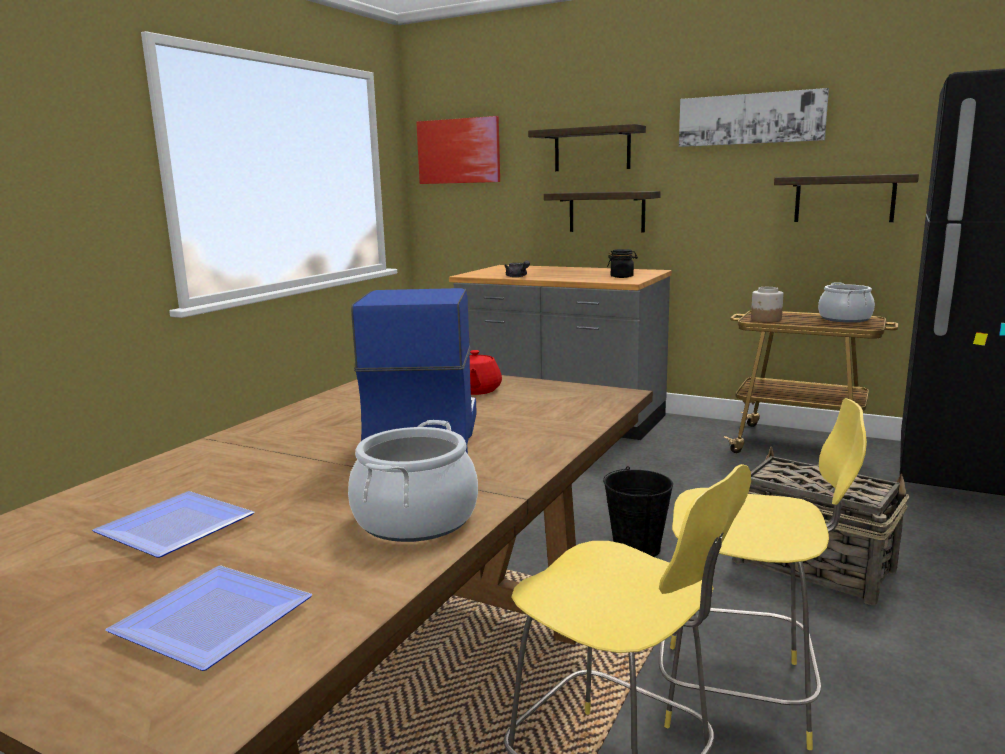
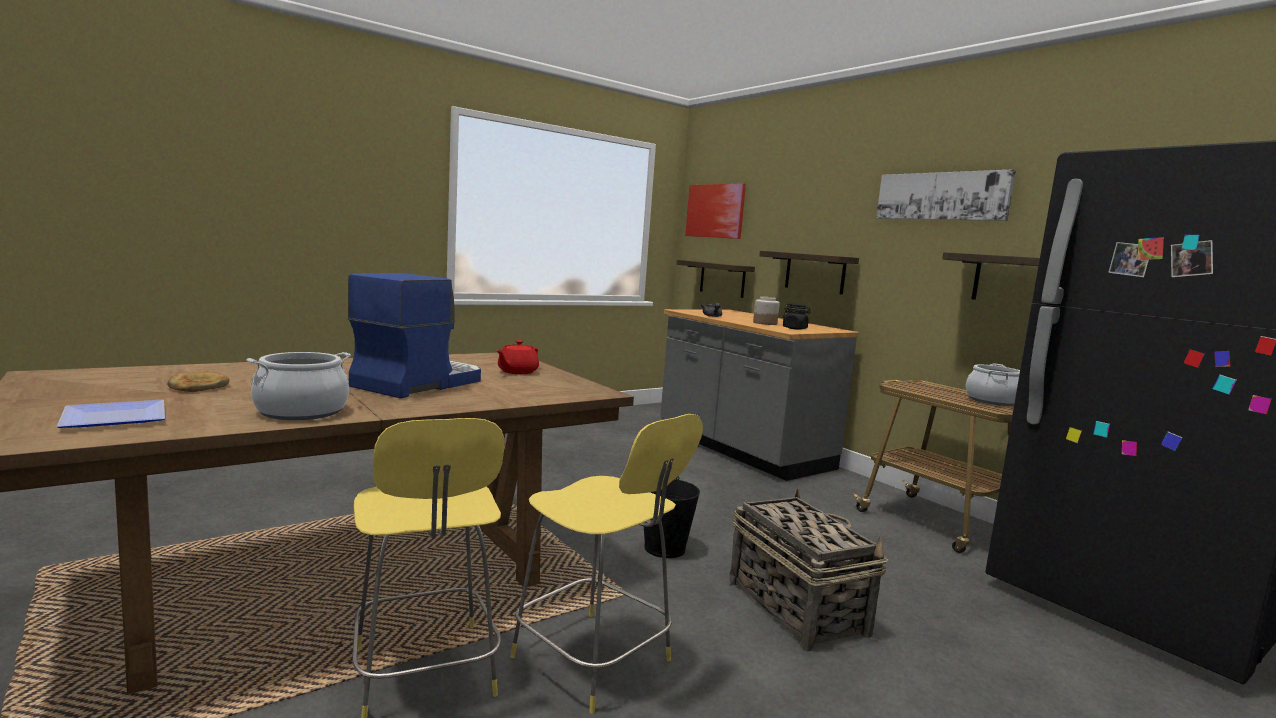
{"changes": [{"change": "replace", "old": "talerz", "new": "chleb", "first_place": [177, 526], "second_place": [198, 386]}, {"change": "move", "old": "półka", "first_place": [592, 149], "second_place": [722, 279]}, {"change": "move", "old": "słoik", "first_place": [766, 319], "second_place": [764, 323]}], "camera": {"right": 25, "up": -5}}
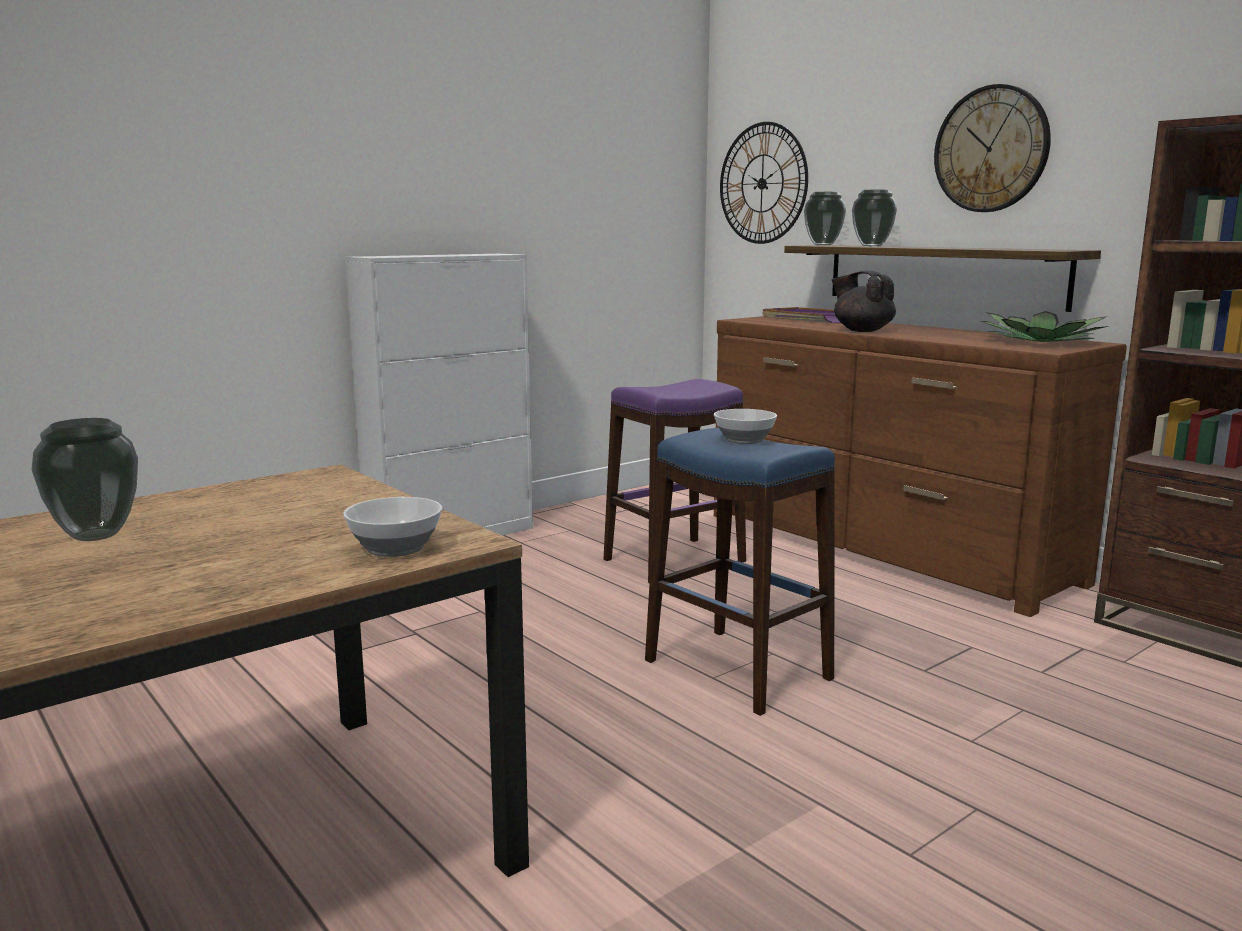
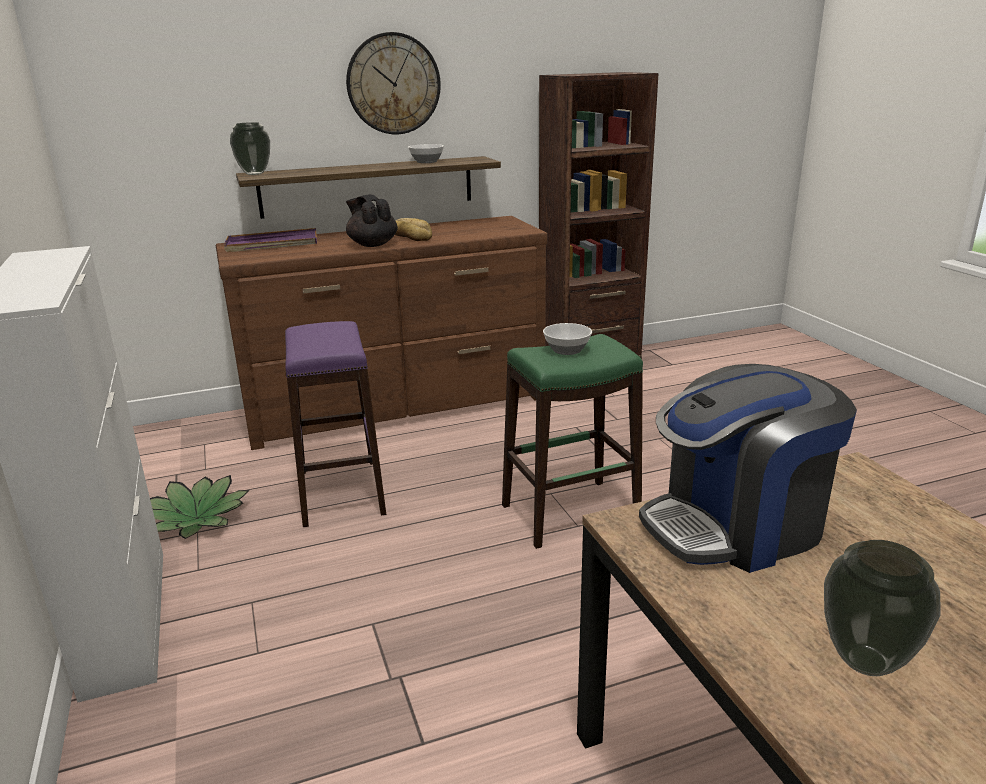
{"changes": [{"change": "move", "old": "roślina doniczkowa", "first_place": [1041, 341], "second_place": [196, 518]}, {"change": "rotate", "old": "imbryk [czarny]", "first_place": [862, 330], "second_place": [372, 244], "degrees": 75}, {"change": "insert", "new": "chleb", "second_place": [409, 236]}, {"change": "move", "old": "miska", "first_place": [396, 548], "second_place": [426, 162]}, {"change": "recolor", "old": "stołek [niebieski]", "new": "stołek [zielony]", "first_place": [738, 670], "second_place": [570, 512]}, {"change": "insert", "new": "ekspres do kawy", "second_place": [736, 526]}, {"change": "delete", "old": "zegar ścienny", "first_place": [762, 183]}, {"change": "delete", "old": "wazon", "first_place": [872, 246]}], "camera": {"right": -70, "up": 10}}
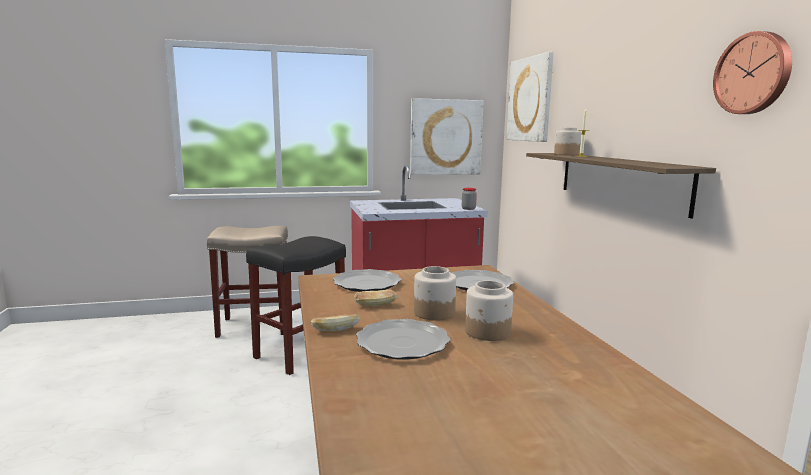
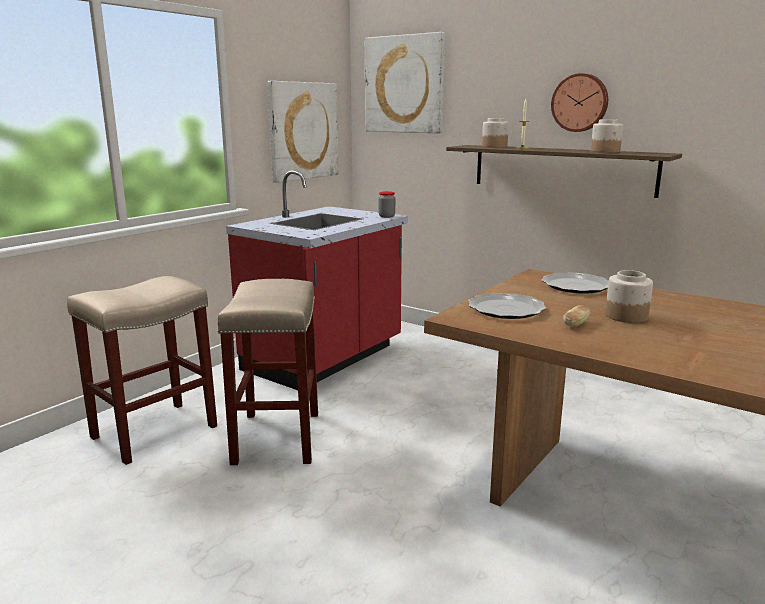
{"changes": [{"change": "recolor", "old": "stołek [czarny]", "new": "stołek [beżowy]", "first_place": [301, 352], "second_place": [276, 437]}, {"change": "move", "old": "zegar ścienny", "first_place": [753, 73], "second_place": [580, 102]}, {"change": "move", "old": "słoik", "first_place": [488, 332], "second_place": [605, 151]}, {"change": "delete", "old": "chleb", "first_place": [335, 330]}, {"change": "delete", "old": "talerz", "first_place": [402, 343]}], "camera": {"right": -40, "up": 5}}
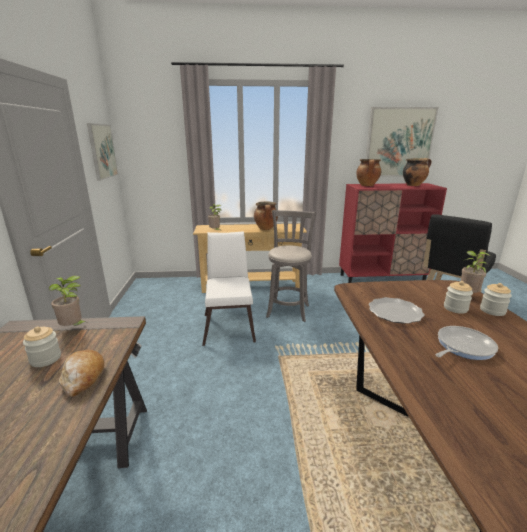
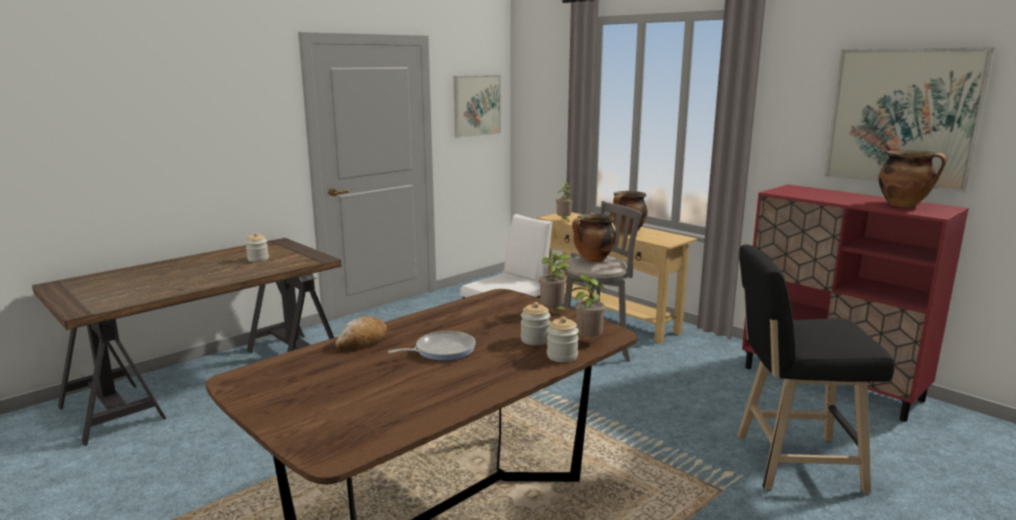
{"changes": [{"change": "move", "old": "chleb", "first_place": [83, 377], "second_place": [362, 341]}, {"change": "rotate", "old": "patelnia", "first_place": [462, 346], "second_place": [442, 350], "degrees": -45}, {"change": "move", "old": "roślina doniczkowa", "first_place": [73, 328], "second_place": [553, 312]}, {"change": "move", "old": "garnek", "first_place": [367, 185], "second_place": [593, 260]}, {"change": "delete", "old": "talerz", "first_place": [394, 312]}], "camera": {"right": 50, "up": -5}}
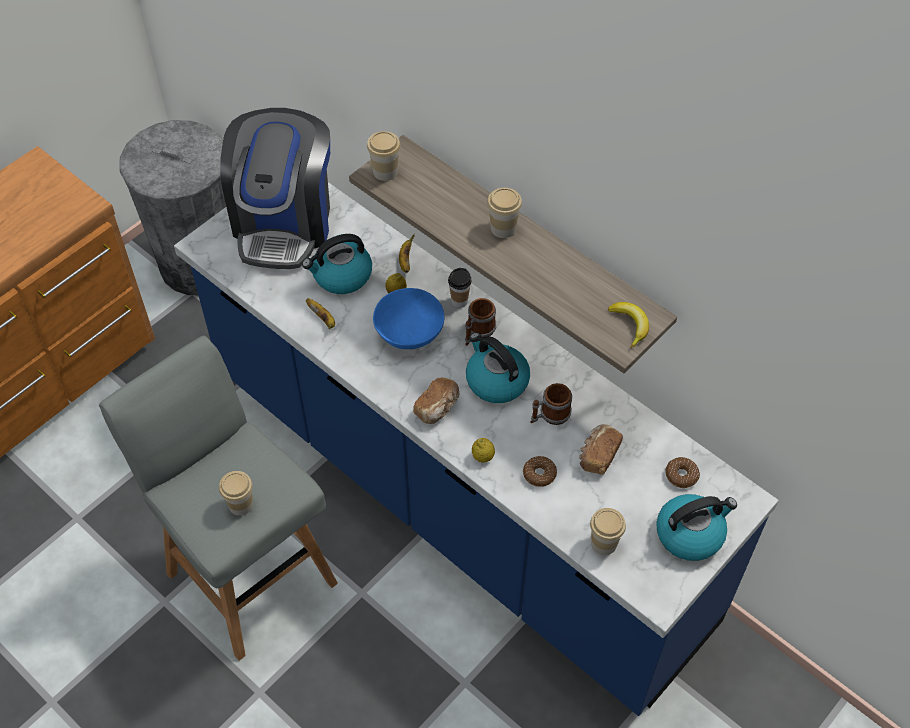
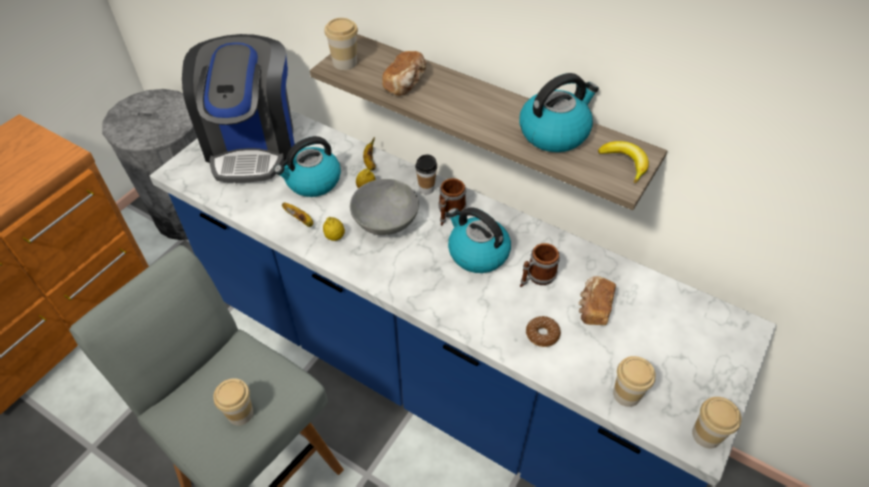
{"changes": [{"change": "move", "old": "cytryna", "first_place": [483, 457], "second_place": [335, 237]}, {"change": "recolor", "old": "miska [niebieski]", "new": "miska [szary]", "first_place": [409, 333], "second_place": [386, 222]}, {"change": "move", "old": "chleb", "first_place": [438, 408], "second_place": [406, 84]}, {"change": "move", "old": "czajnik", "first_place": [690, 533], "second_place": [554, 132]}, {"change": "move", "old": "filiżanka", "first_place": [503, 228], "second_place": [706, 435]}, {"change": "delete", "old": "donut", "first_place": [681, 475]}], "camera": {"right": -10, "up": -5}}
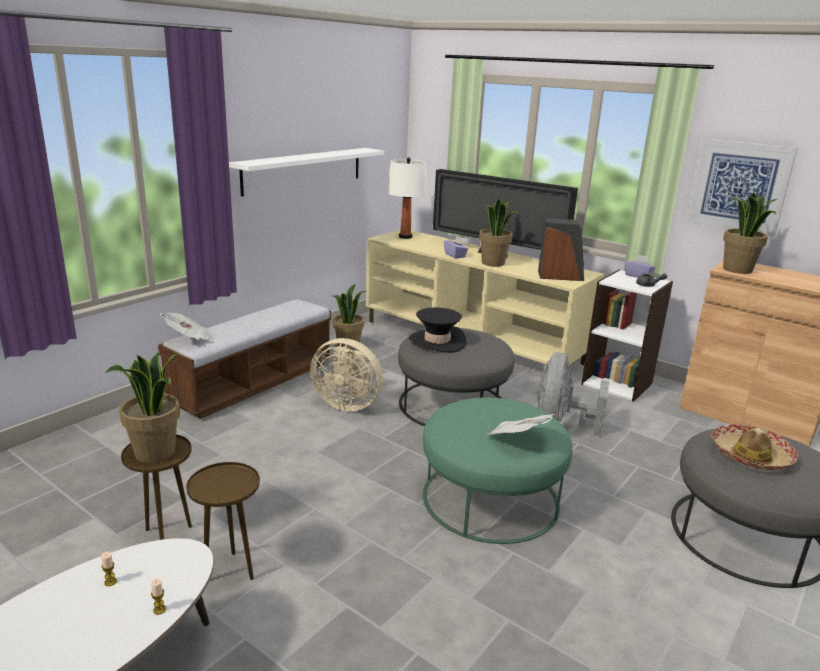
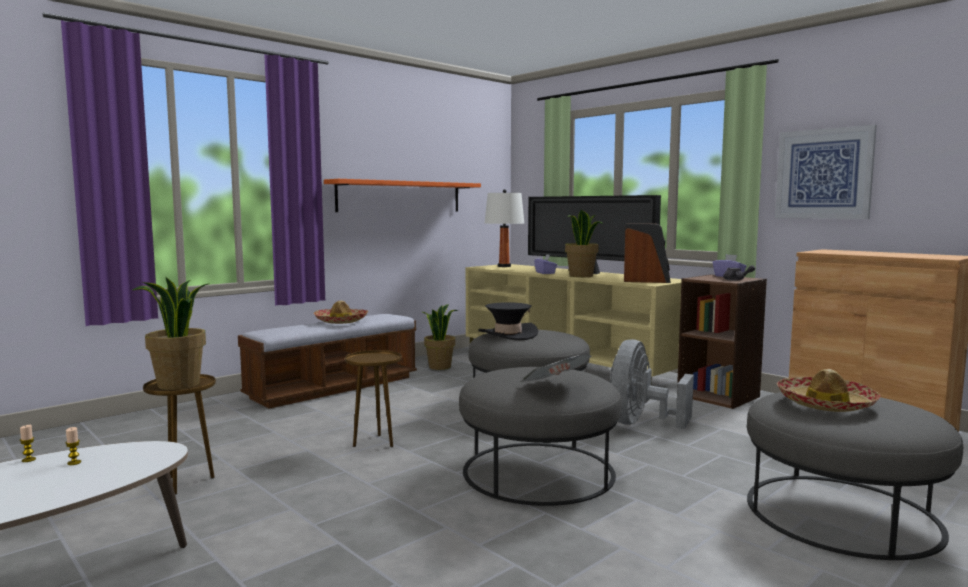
{"changes": [{"change": "move", "old": "świeca", "first_place": [159, 610], "second_place": [28, 460]}, {"change": "insert", "new": "kapelusz", "second_place": [341, 321]}, {"change": "recolor", "old": "półka [biały]", "new": "półka [pomarańczowy]", "first_place": [304, 170], "second_place": [400, 196]}, {"change": "move", "old": "stolik [brązowy]", "first_place": [230, 570], "second_place": [375, 442]}, {"change": "recolor", "old": "pufa [zielony]", "new": "pufa [szary]", "first_place": [490, 498], "second_place": [539, 471]}, {"change": "recolor", "old": "regał [biały]", "new": "regał [brązowy]", "first_place": [617, 383], "second_place": [718, 396]}, {"change": "delete", "old": "gazeta", "first_place": [190, 339]}, {"change": "delete", "old": "wentylator [beżowy]", "first_place": [347, 403]}, {"change": "delete", "old": "roślina doniczkowa", "first_place": [737, 270]}], "camera": {"right": 10, "up": -15}}
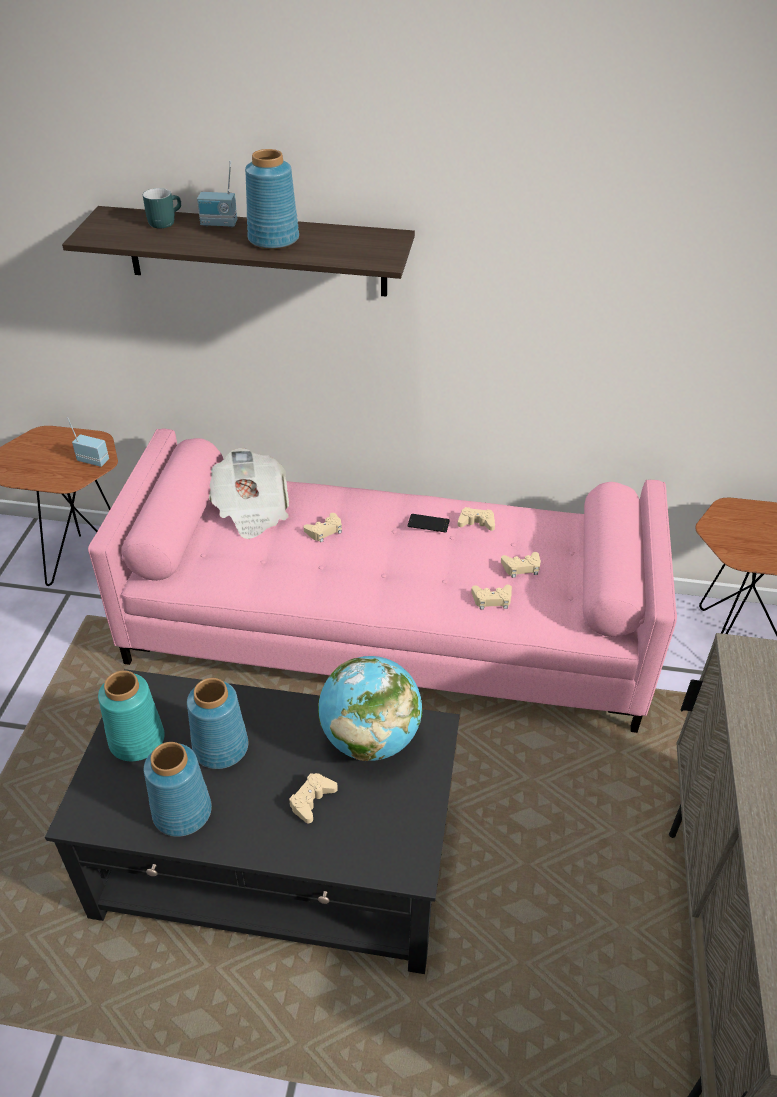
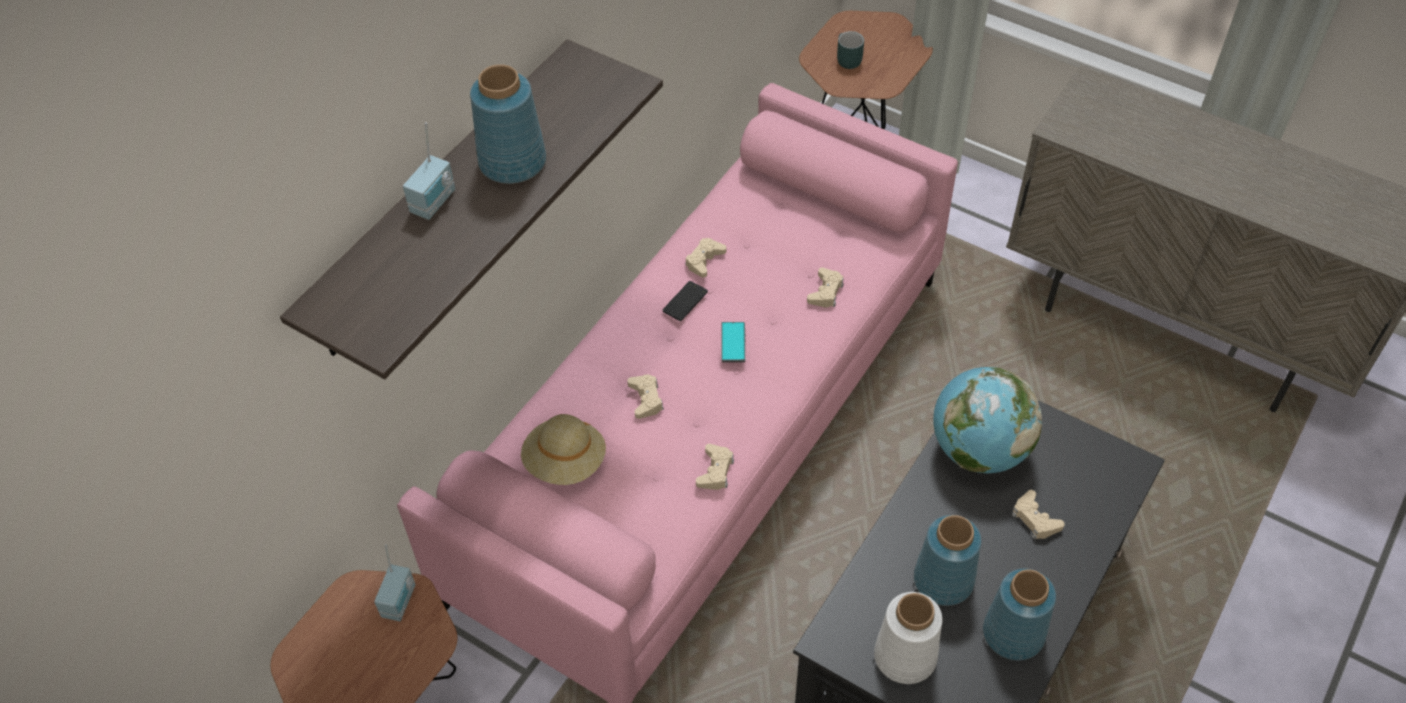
{"changes": [{"change": "rotate", "old": "radio", "first_place": [94, 460], "second_place": [400, 601], "degrees": 150}, {"change": "replace", "old": "gazeta", "new": "kapelusz [beżowy]", "first_place": [251, 511], "second_place": [565, 462]}, {"change": "move", "old": "pad do gier [beżowy]", "first_place": [521, 567], "second_place": [715, 471]}, {"change": "insert", "new": "telefon", "second_place": [733, 342]}, {"change": "move", "old": "kubek [turkusowy]", "first_place": [164, 221], "second_place": [845, 59]}, {"change": "recolor", "old": "wazon [turkusowy]", "new": "wazon [biały]", "first_place": [137, 740], "second_place": [906, 656]}], "camera": {"right": -65, "up": 10}}
